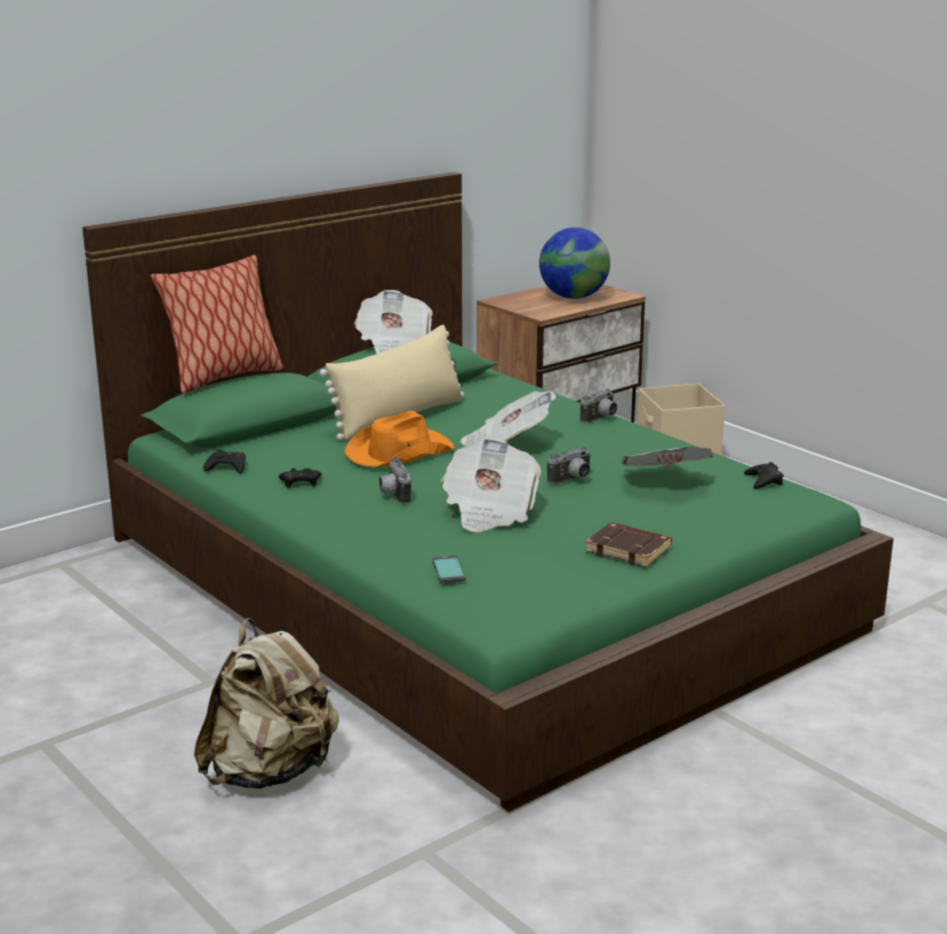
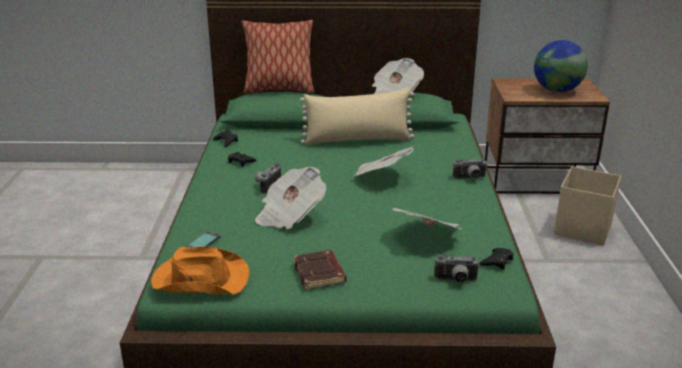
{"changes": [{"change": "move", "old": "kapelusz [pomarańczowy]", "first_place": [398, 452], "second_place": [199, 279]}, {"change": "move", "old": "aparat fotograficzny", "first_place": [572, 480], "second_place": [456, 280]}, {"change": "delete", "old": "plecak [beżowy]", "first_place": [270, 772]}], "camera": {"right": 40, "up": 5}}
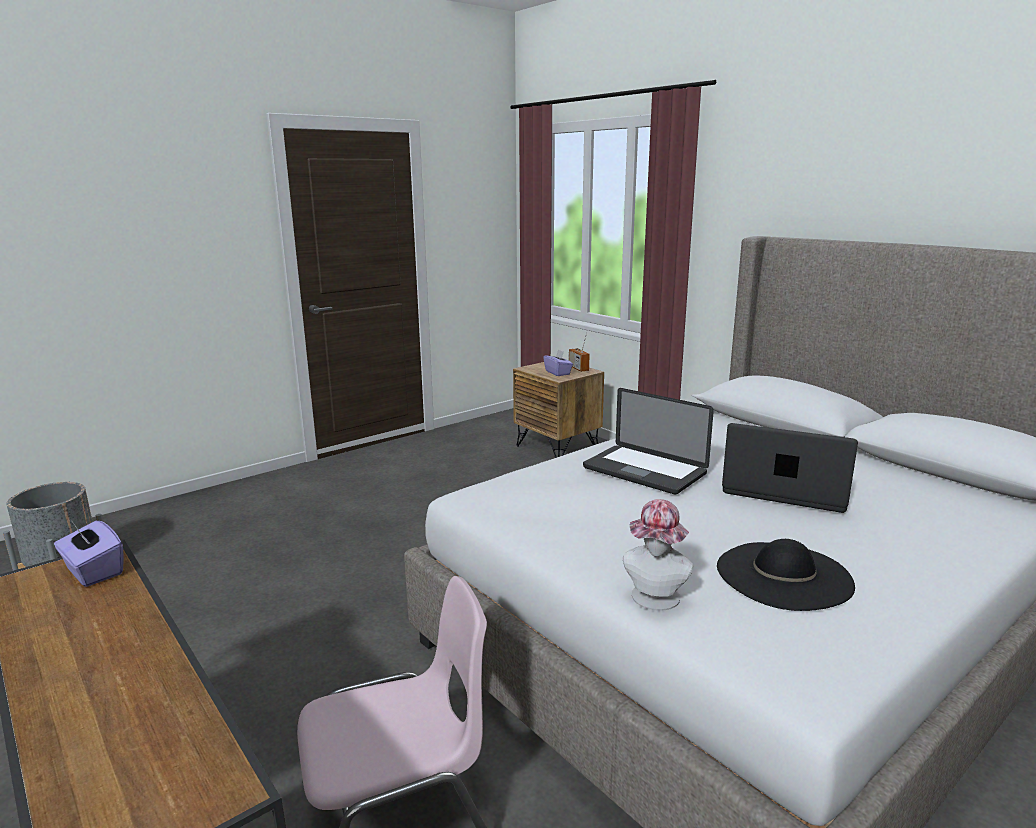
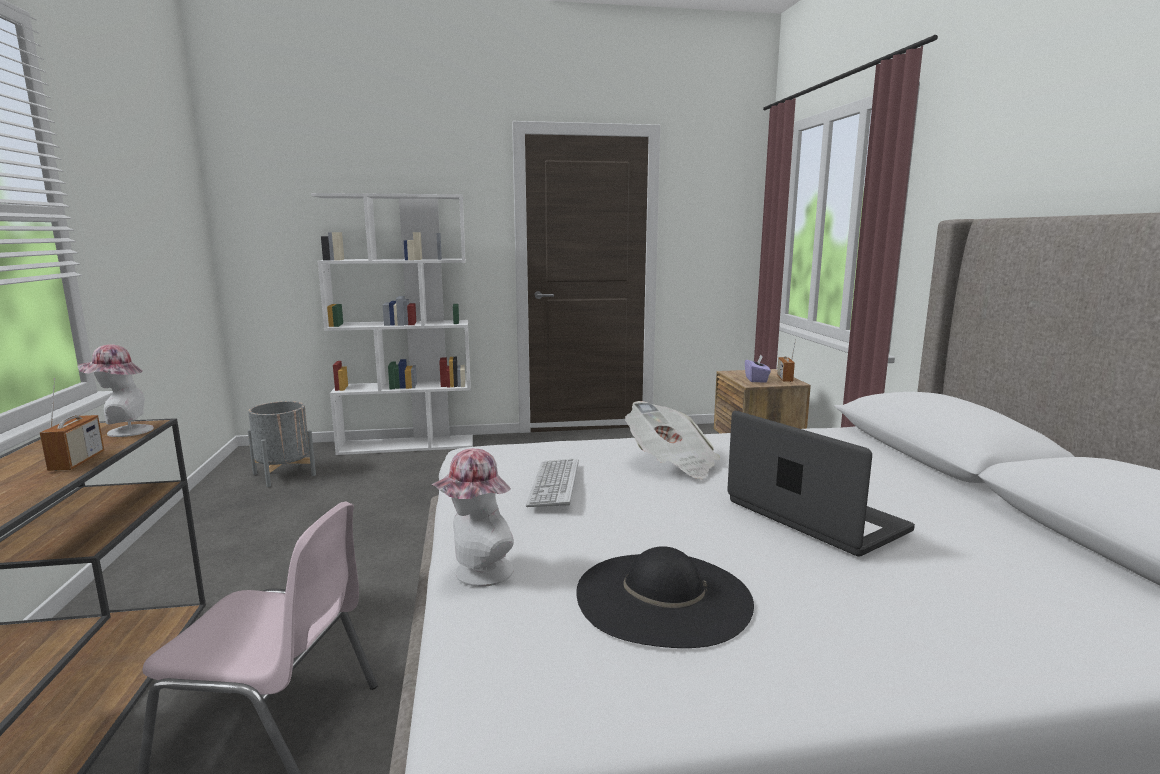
{"changes": [{"change": "insert", "new": "radio", "second_place": [77, 462]}, {"change": "replace", "old": "pudełko chusteczek [fioletowy]", "new": "kapelusz", "first_place": [93, 571], "second_place": [123, 431]}, {"change": "insert", "new": "regał [biały]", "second_place": [407, 445]}, {"change": "insert", "new": "klawiatura", "second_place": [554, 484]}, {"change": "replace", "old": "laptop", "new": "gazeta", "first_place": [644, 471], "second_place": [672, 463]}], "camera": {"right": 30, "up": -5}}
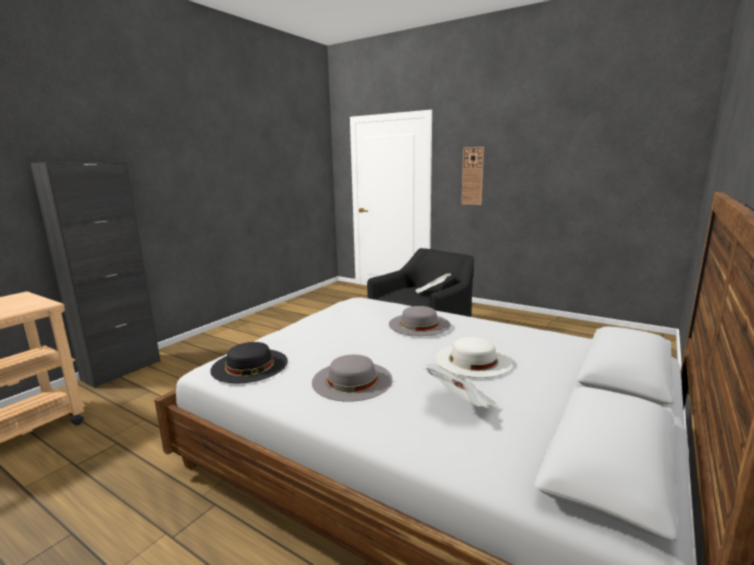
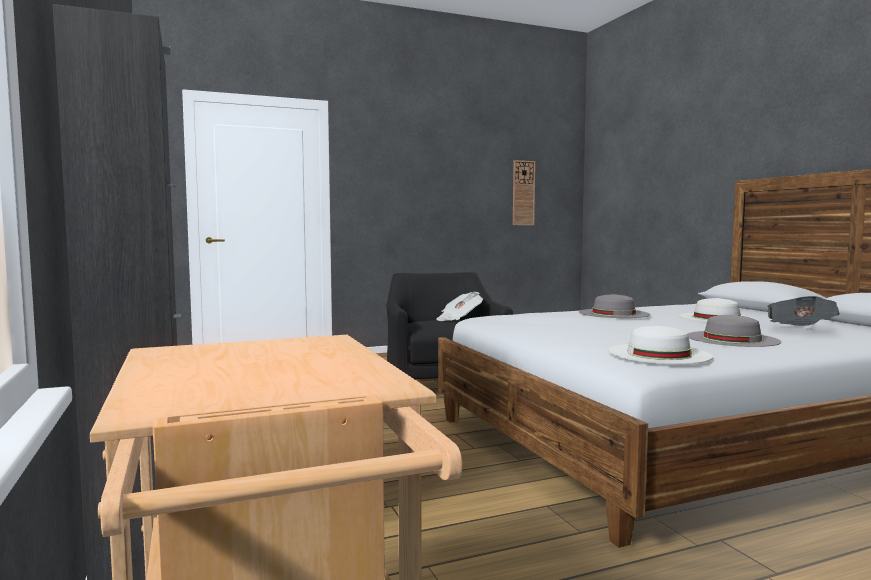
{"changes": [{"change": "move", "old": "zegar ścienny", "first_place": [472, 176], "second_place": [523, 193]}, {"change": "recolor", "old": "kapelusz [czarny]", "new": "kapelusz [biały]", "first_place": [250, 365], "second_place": [659, 353]}], "camera": {"right": -55, "up": -10}}
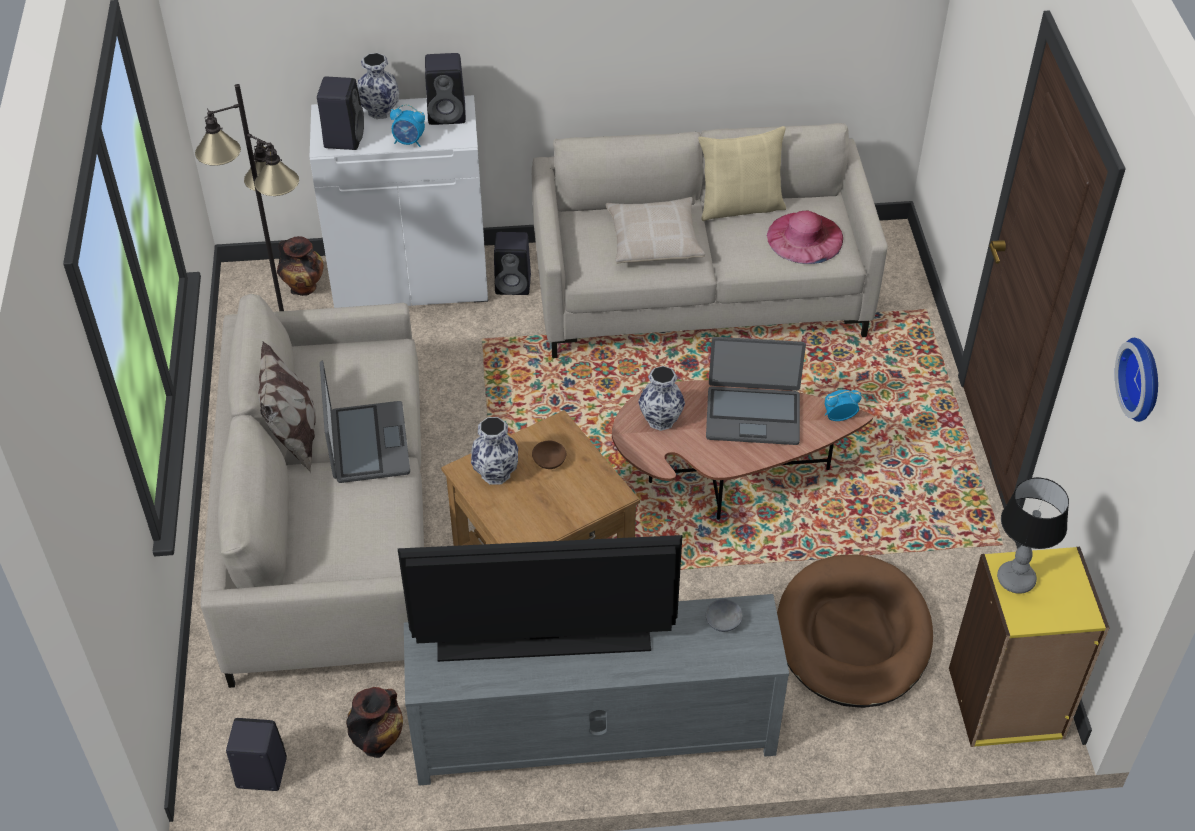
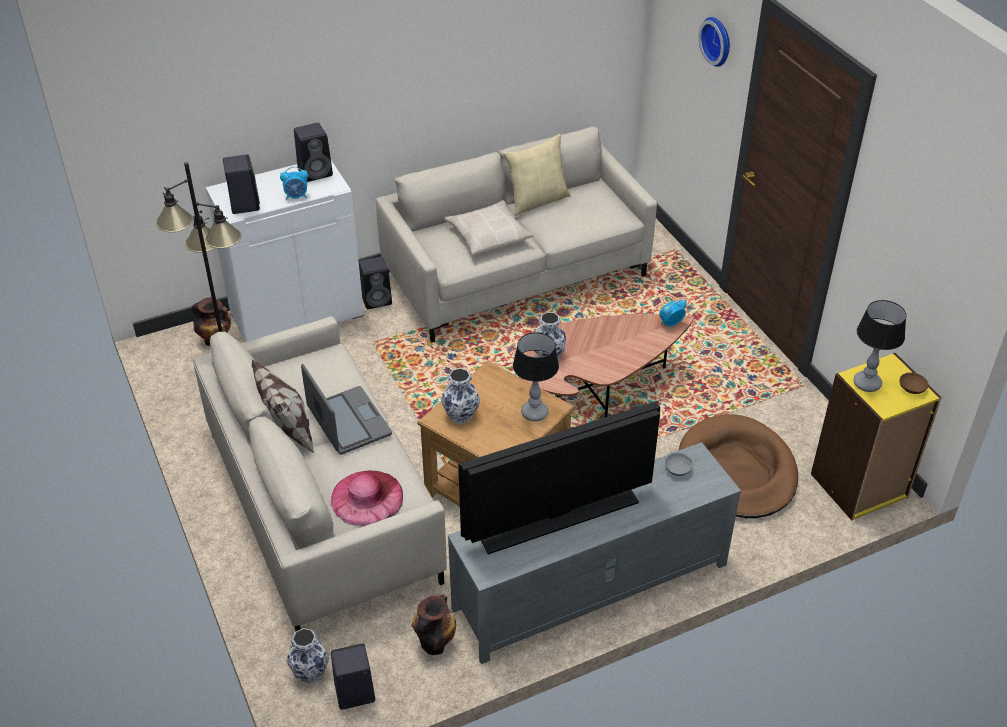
{"changes": [{"change": "move", "old": "wazon", "first_place": [380, 111], "second_place": [310, 673]}, {"change": "move", "old": "kapelusz [różowy]", "first_place": [805, 237], "second_place": [367, 497]}, {"change": "insert", "new": "lampa stołowa", "second_place": [535, 413]}, {"change": "move", "old": "zegar ścienny", "first_place": [1144, 379], "second_place": [718, 40]}, {"change": "move", "old": "miska [brązowy]", "first_place": [548, 461], "second_place": [911, 388]}, {"change": "delete", "old": "laptop", "first_place": [753, 415]}], "camera": {"right": -20, "up": -5}}
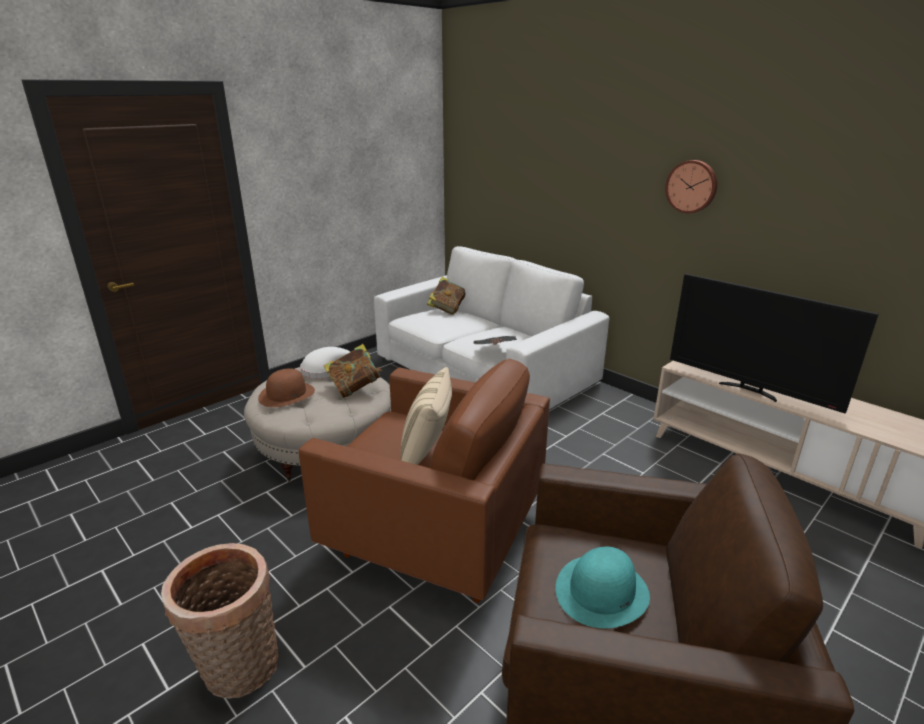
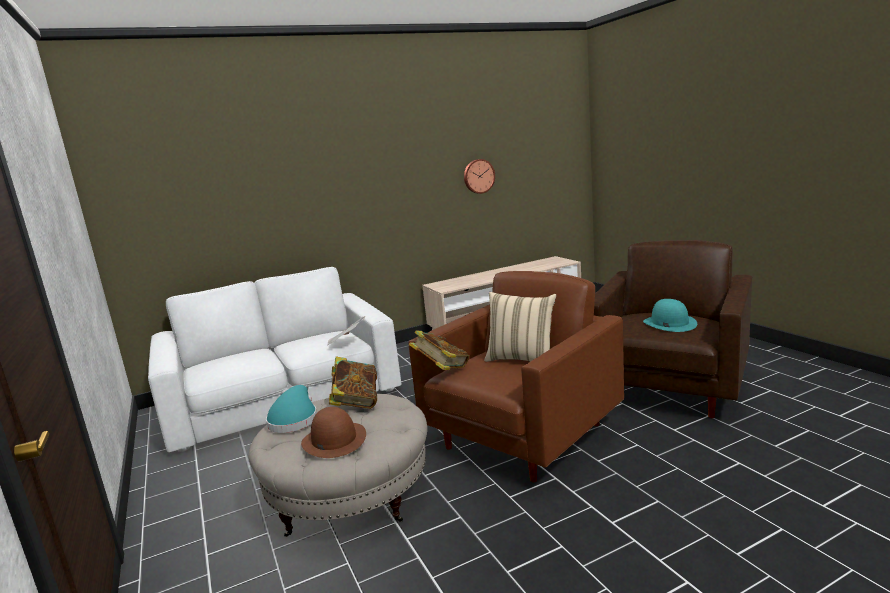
{"changes": [{"change": "recolor", "old": "kapelusz [biały]", "new": "kapelusz [turkusowy]", "first_place": [325, 370], "second_place": [294, 420]}, {"change": "move", "old": "książka", "first_place": [447, 309], "second_place": [441, 369]}, {"change": "move", "old": "zegar ścienny", "first_place": [692, 186], "second_place": [478, 176]}, {"change": "delete", "old": "koszyk", "first_place": [238, 671]}, {"change": "delete", "old": "telewizor", "first_place": [749, 390]}], "camera": {"right": -70, "up": -10}}
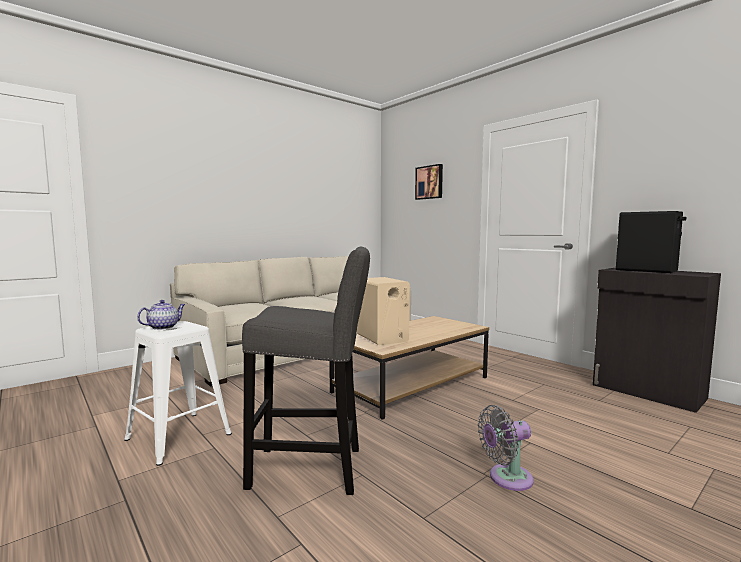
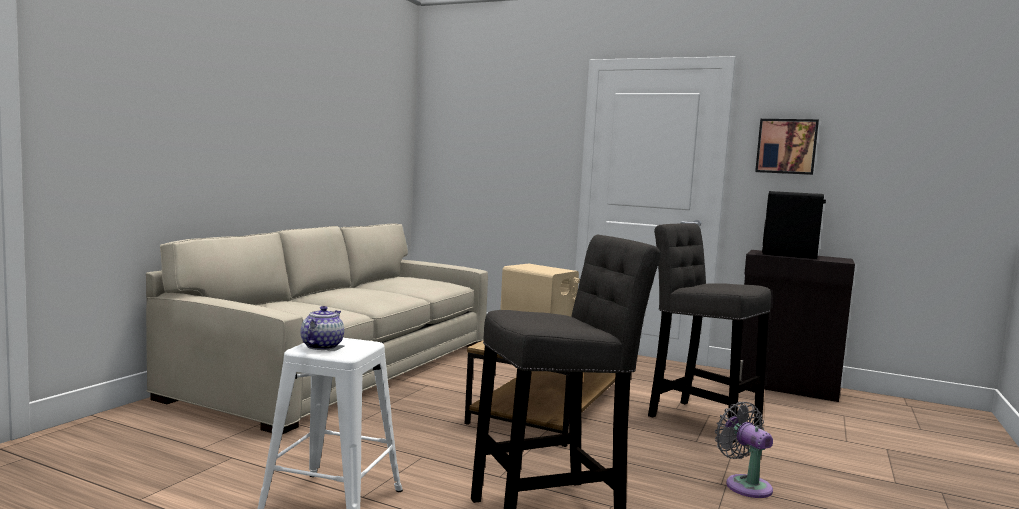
{"changes": [{"change": "insert", "new": "stołek [szary]", "second_place": [699, 419]}, {"change": "rotate", "old": "wentylator [szary]", "first_place": [506, 478], "second_place": [745, 485], "degrees": 105}, {"change": "move", "old": "obraz", "first_place": [429, 182], "second_place": [786, 146]}], "camera": {"right": -25, "up": 0}}
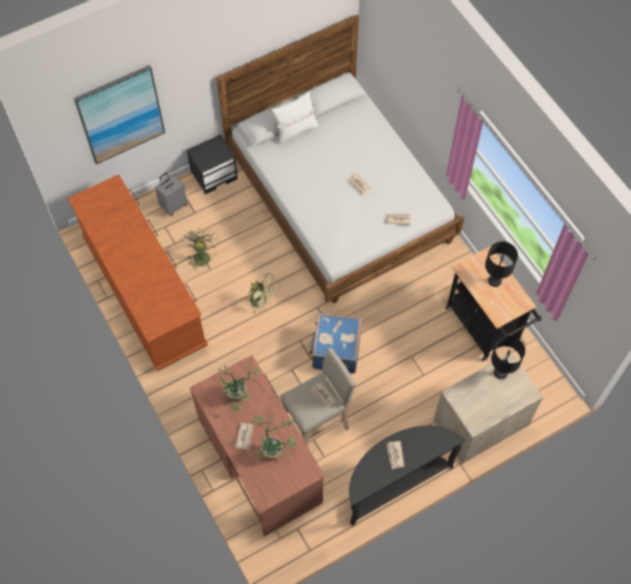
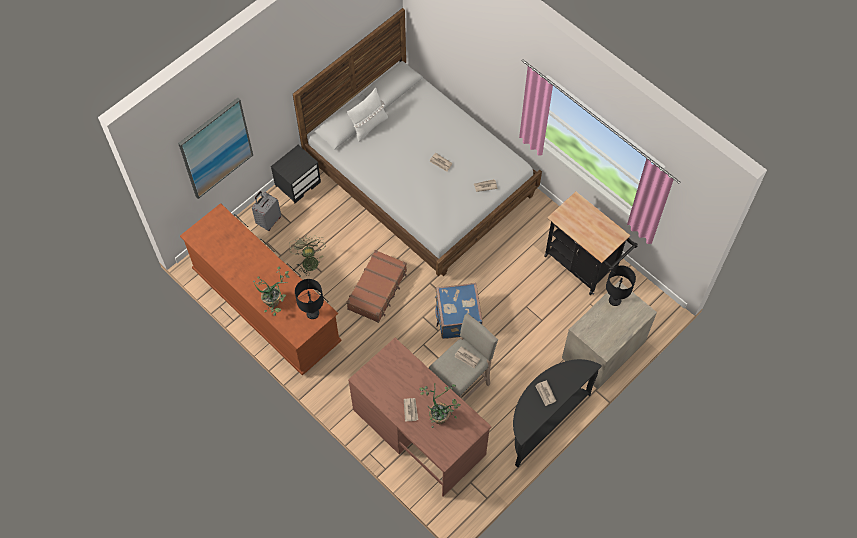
{"changes": [{"change": "move", "old": "roślina doniczkowa", "first_place": [239, 397], "second_place": [276, 303]}, {"change": "move", "old": "lampa stołowa [czarny]", "first_place": [494, 281], "second_place": [312, 313]}, {"change": "replace", "old": "wentylator [zielony]", "new": "walizka [brązowy]", "first_place": [262, 301], "second_place": [378, 290]}], "camera": {"right": -15, "up": 0}}
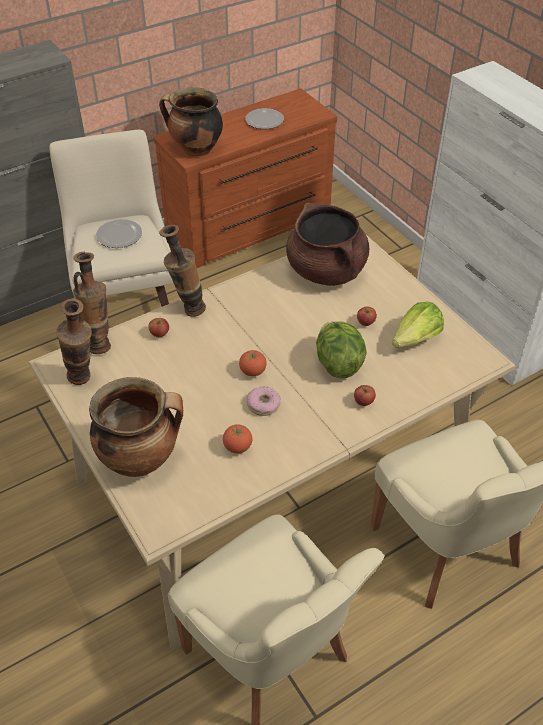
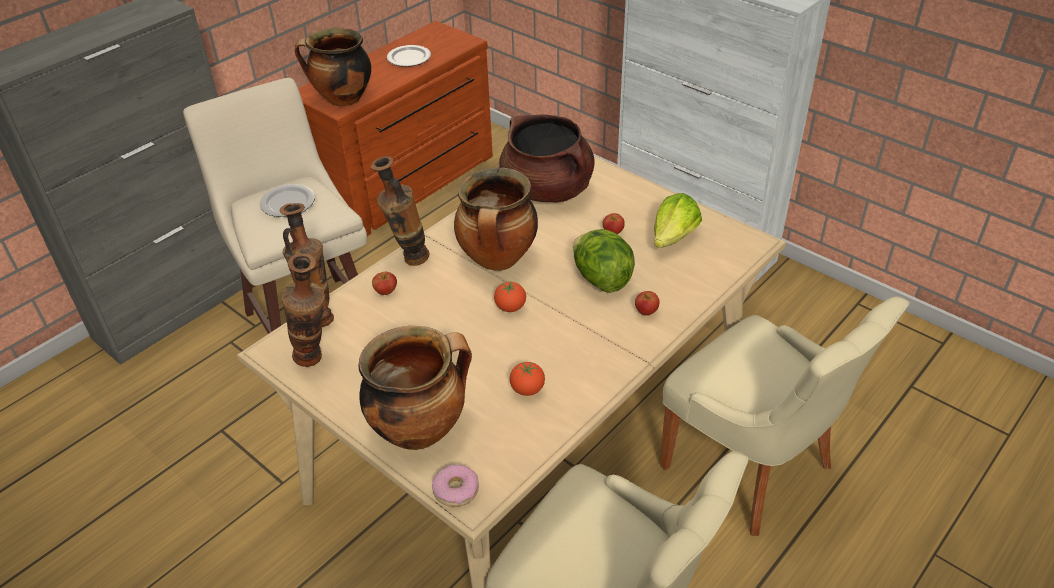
{"changes": [{"change": "move", "old": "donut", "first_place": [263, 405], "second_place": [456, 490]}, {"change": "insert", "new": "garnek", "second_place": [498, 260]}], "camera": {"right": -15, "up": -5}}
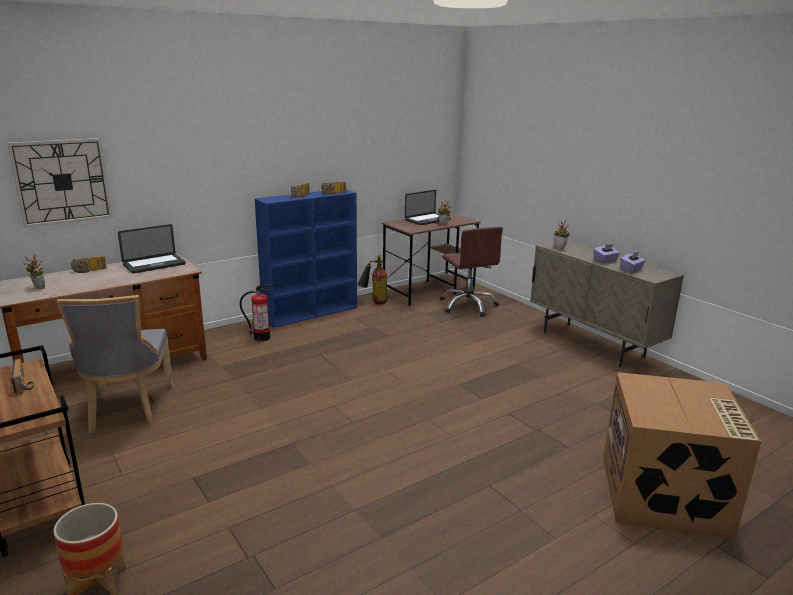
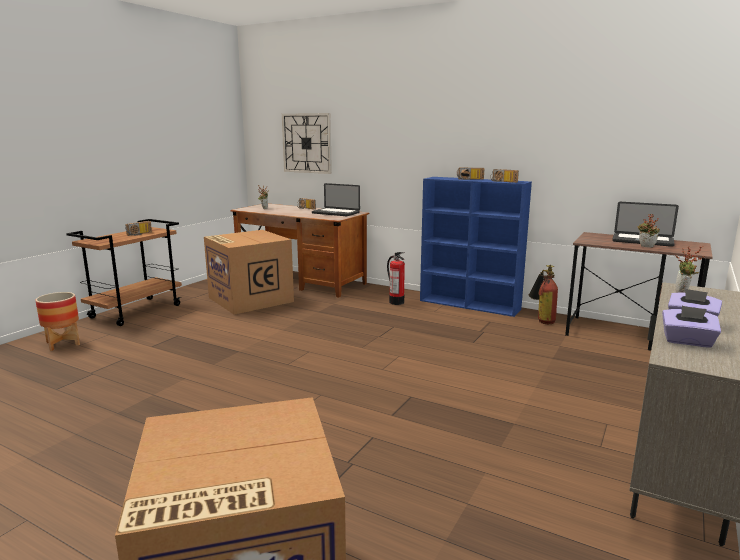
{"changes": [{"change": "replace", "old": "krzesło [szary]", "new": "karton", "first_place": [128, 410], "second_place": [249, 299]}, {"change": "delete", "old": "krzesło biurowe [brązowy]", "first_place": [468, 306]}], "camera": {"right": 65, "up": -5}}
